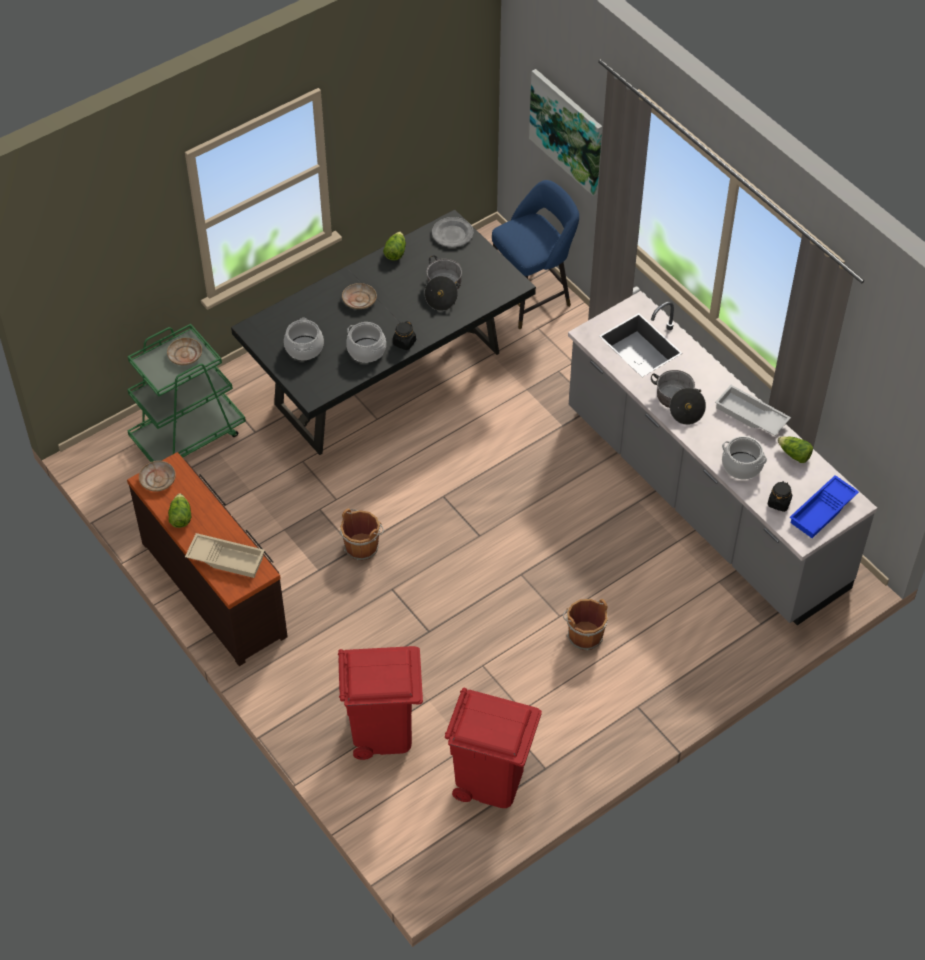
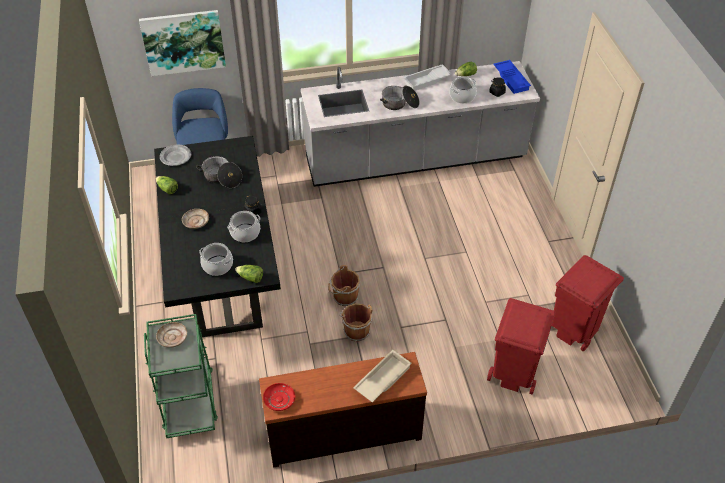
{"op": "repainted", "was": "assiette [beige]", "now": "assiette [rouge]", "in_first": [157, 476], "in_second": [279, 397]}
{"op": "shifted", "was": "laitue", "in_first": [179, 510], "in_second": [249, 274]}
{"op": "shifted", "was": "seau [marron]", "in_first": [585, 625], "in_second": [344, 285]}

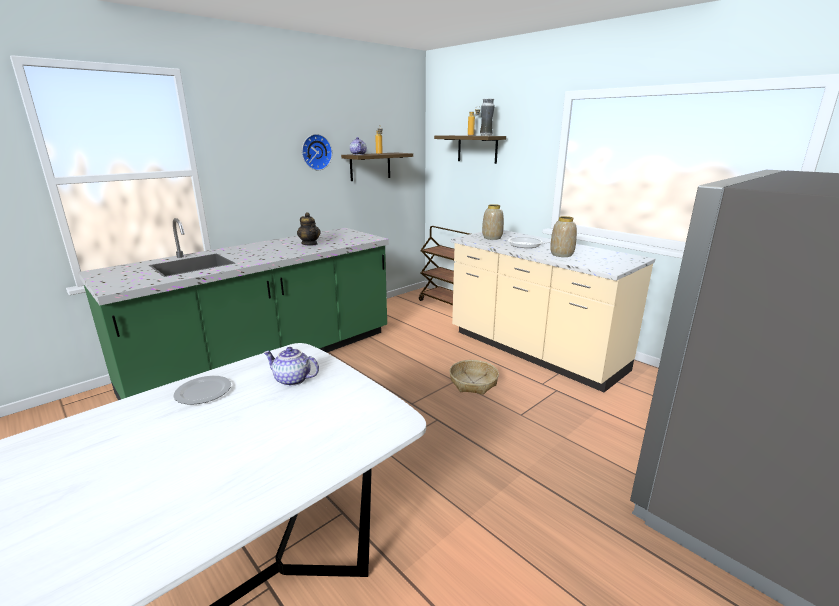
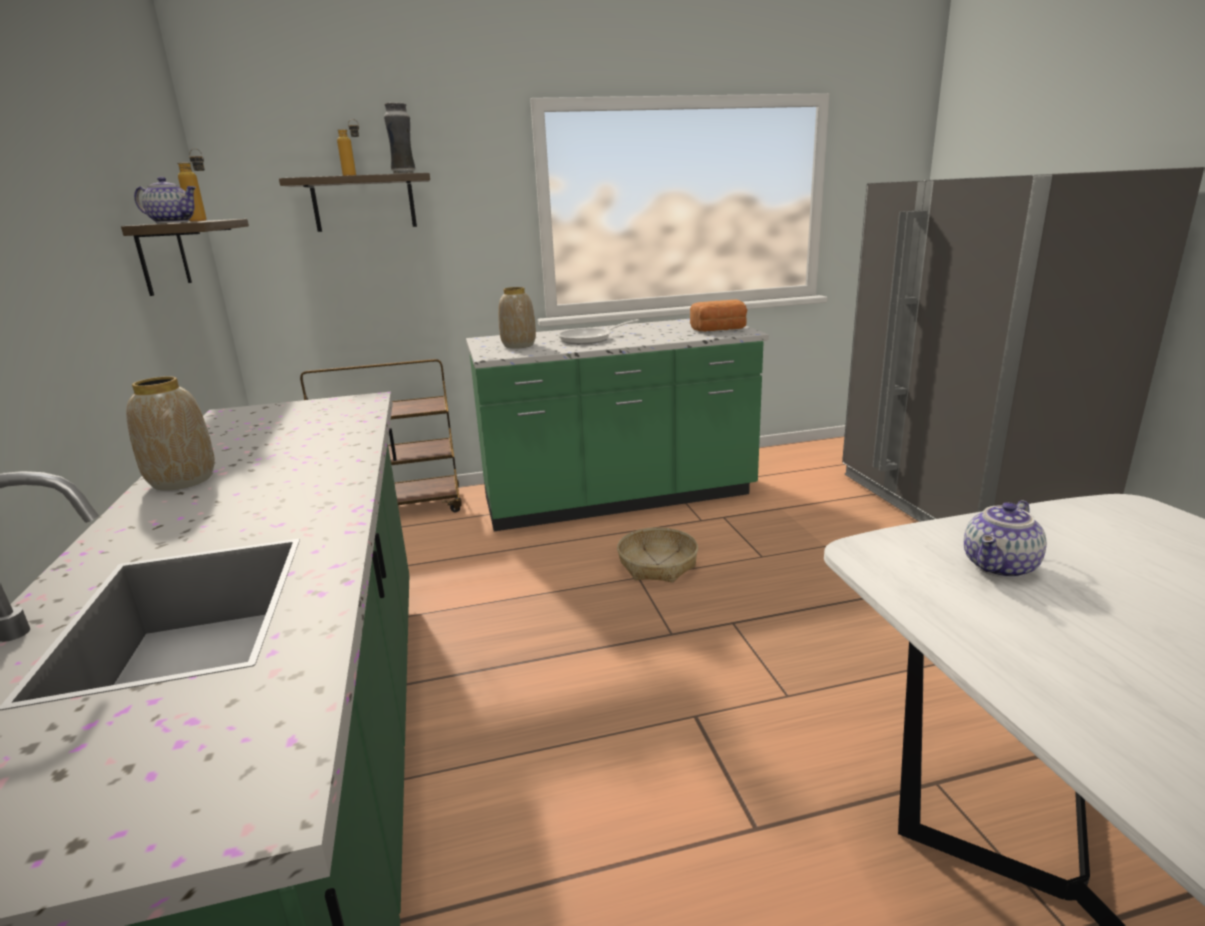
{"op": "gone", "was": "horloge murale", "in_first": [317, 152]}
{"op": "gone", "was": "théière", "in_first": [309, 229]}
{"op": "shifted", "was": "vase", "in_first": [563, 236], "in_second": [170, 433]}
{"op": "repainted", "was": "comptoir de cuisine [beige]", "now": "comptoir de cuisine [vert]", "in_first": [553, 311], "in_second": [617, 425]}
{"op": "gone", "was": "assiette", "in_first": [202, 390]}
{"op": "new", "now": "pain", "in_second": [718, 316]}

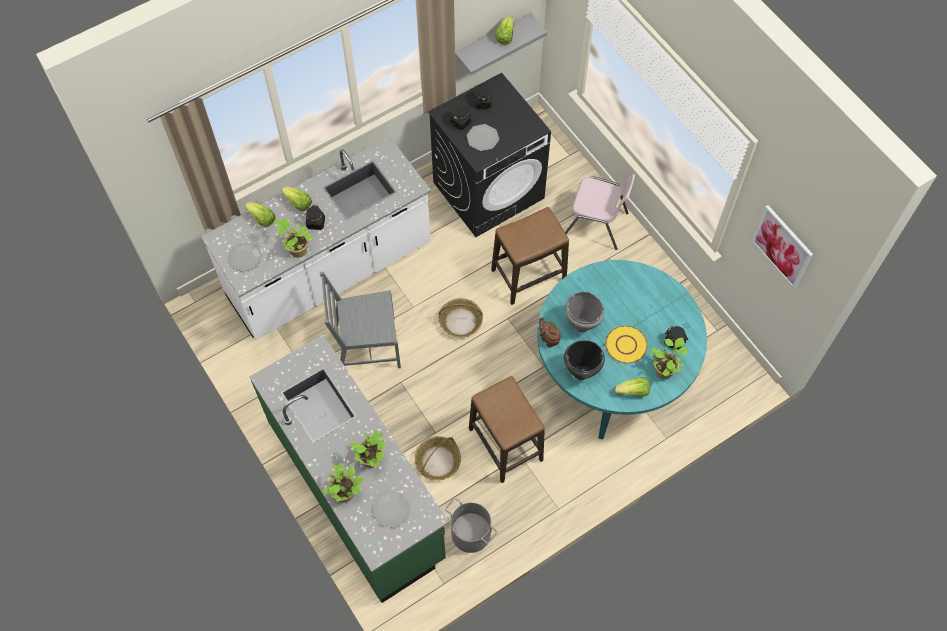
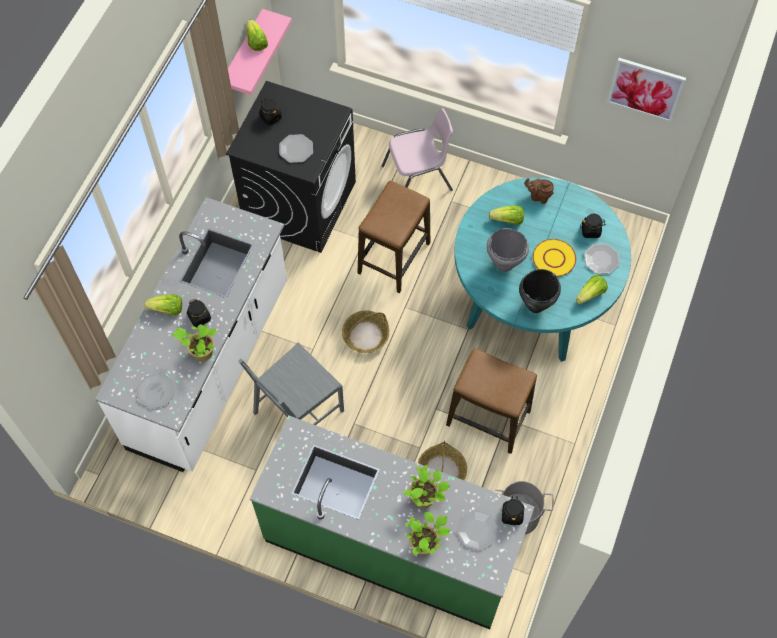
{"op": "repainted", "was": "étagère [gris]", "now": "étagère [rose]", "in_first": [501, 44], "in_second": [260, 52]}
{"op": "shifted", "was": "bocal [noir]", "in_first": [461, 118], "in_second": [513, 510]}
{"op": "shifted", "was": "laitue", "in_first": [260, 214], "in_second": [506, 215]}
{"op": "shifted", "was": "théière [marron]", "in_first": [550, 332], "in_second": [539, 191]}
{"op": "swapped", "was": "plante en pot", "now": "assiette", "in_first": [669, 358], "in_second": [602, 259]}

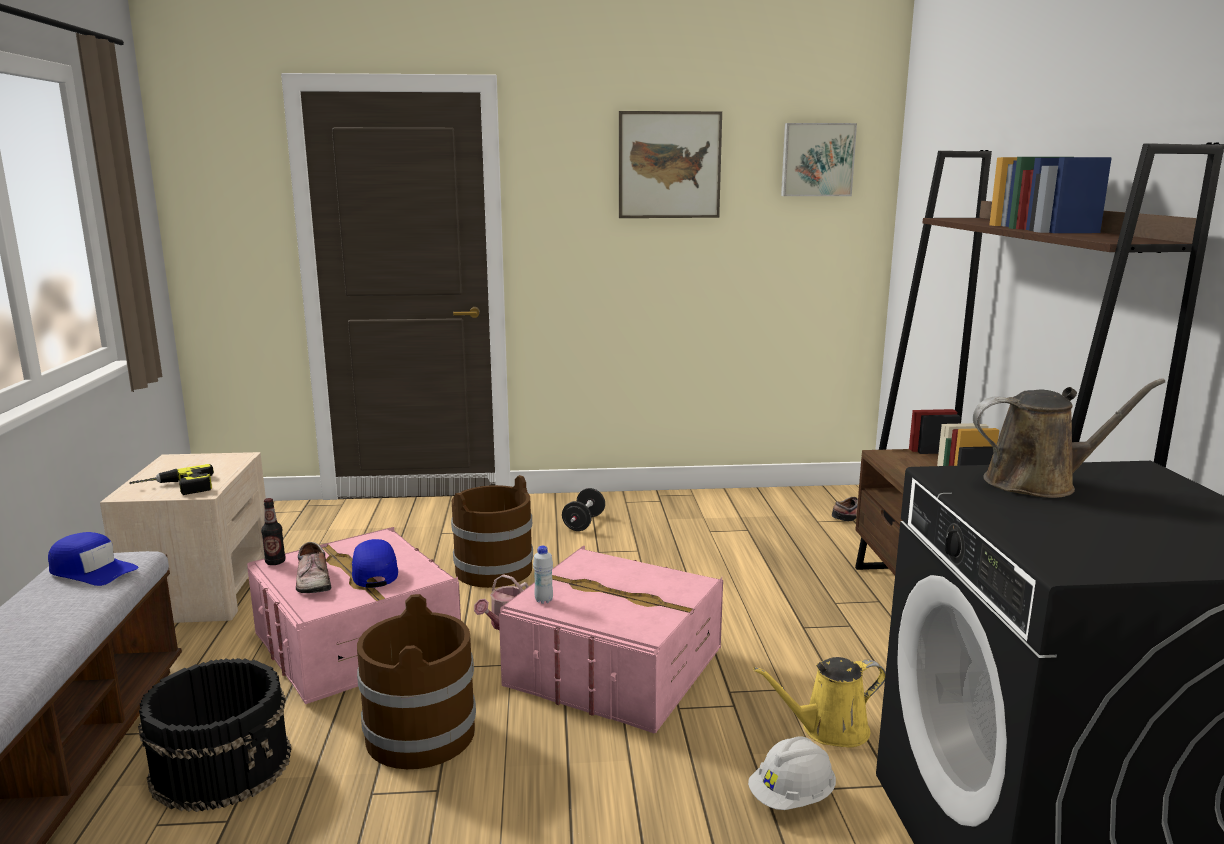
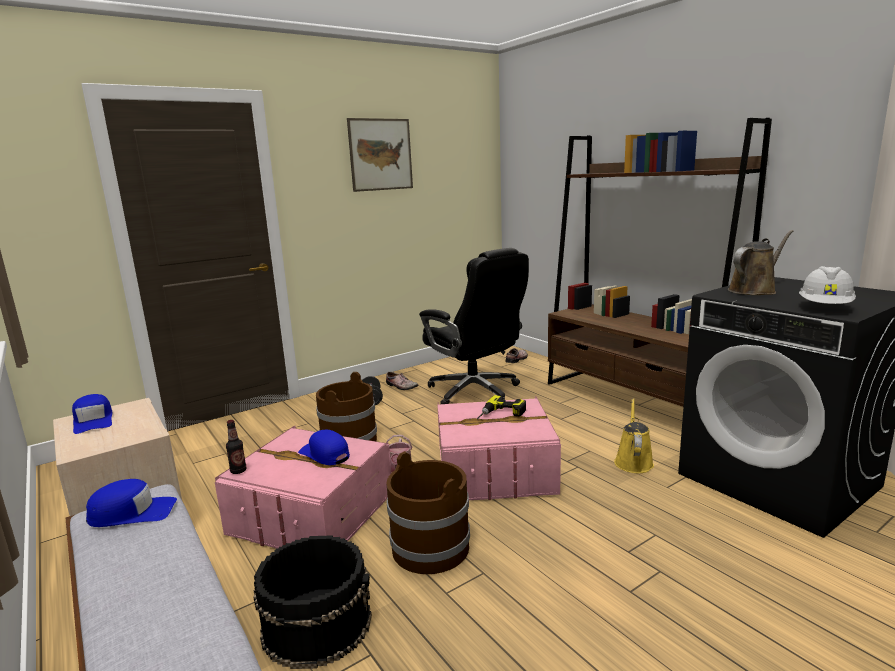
{"op": "gone", "was": "tableau", "in_first": [819, 159]}
{"op": "shifted", "was": "perceuse", "in_first": [171, 479], "in_second": [501, 407]}
{"op": "shifted", "was": "chaussure", "in_first": [313, 567], "in_second": [402, 381]}
{"op": "gone", "was": "bouteille [blanc]", "in_first": [543, 575]}
{"op": "rotated", "was": "arrosoir [jaune]", "in_first": [819, 702], "in_second": [634, 435], "clockwise": 150}
{"op": "shifted", "was": "casque de chantier [blanc]", "in_first": [792, 773], "in_second": [827, 285]}
{"op": "new", "now": "chaise de bureau [noir]", "in_second": [474, 326]}
{"op": "new", "now": "casquette [bleu]", "in_second": [92, 414]}

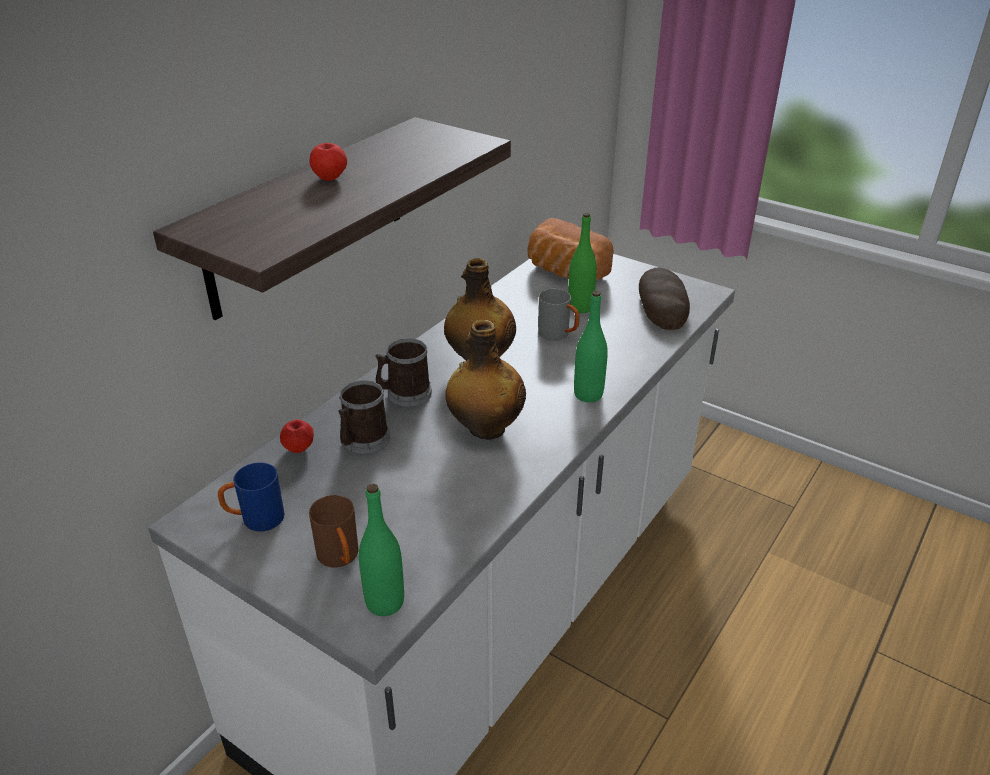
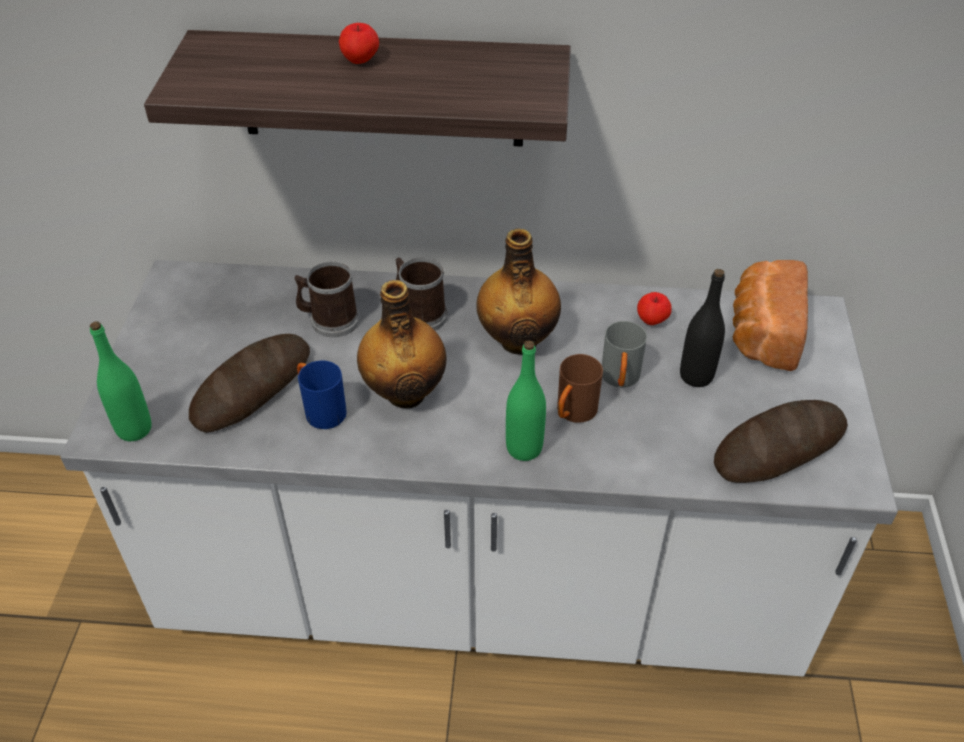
{"op": "repainted", "was": "bouteille [vert]", "now": "bouteille [noir]", "in_first": [582, 263], "in_second": [702, 328]}
{"op": "shifted", "was": "pomme", "in_first": [297, 436], "in_second": [654, 308]}
{"op": "shifted", "was": "mug [bleu]", "in_first": [251, 497], "in_second": [322, 395]}
{"op": "shifted", "was": "mug [marron]", "in_first": [334, 531], "in_second": [580, 388]}
{"op": "new", "now": "pain", "in_second": [249, 383]}

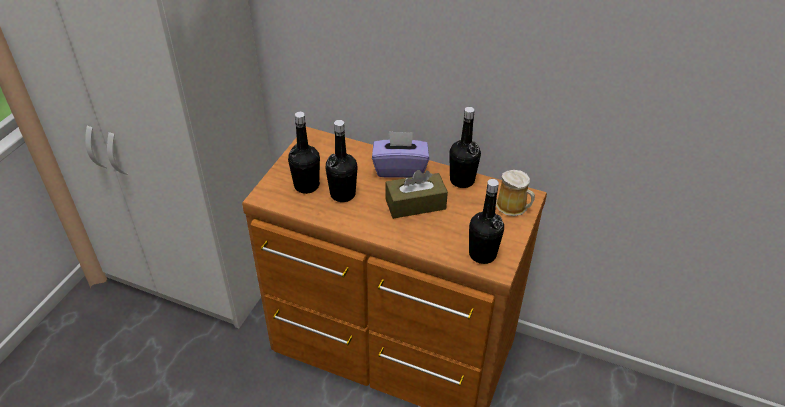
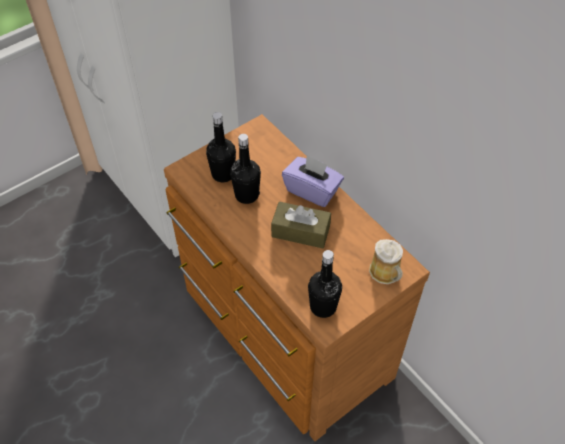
{"op": "gone", "was": "bouteille [noir]", "in_first": [465, 147]}

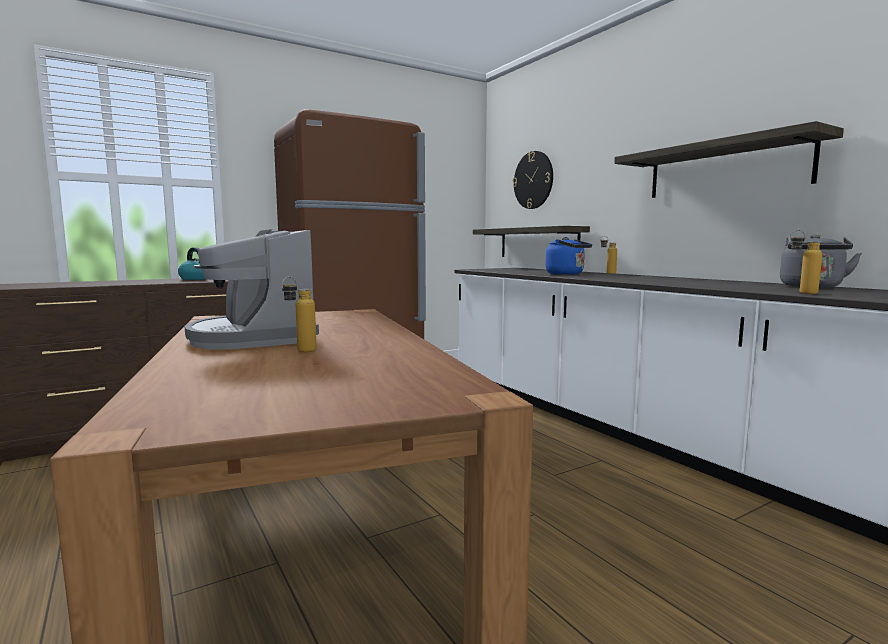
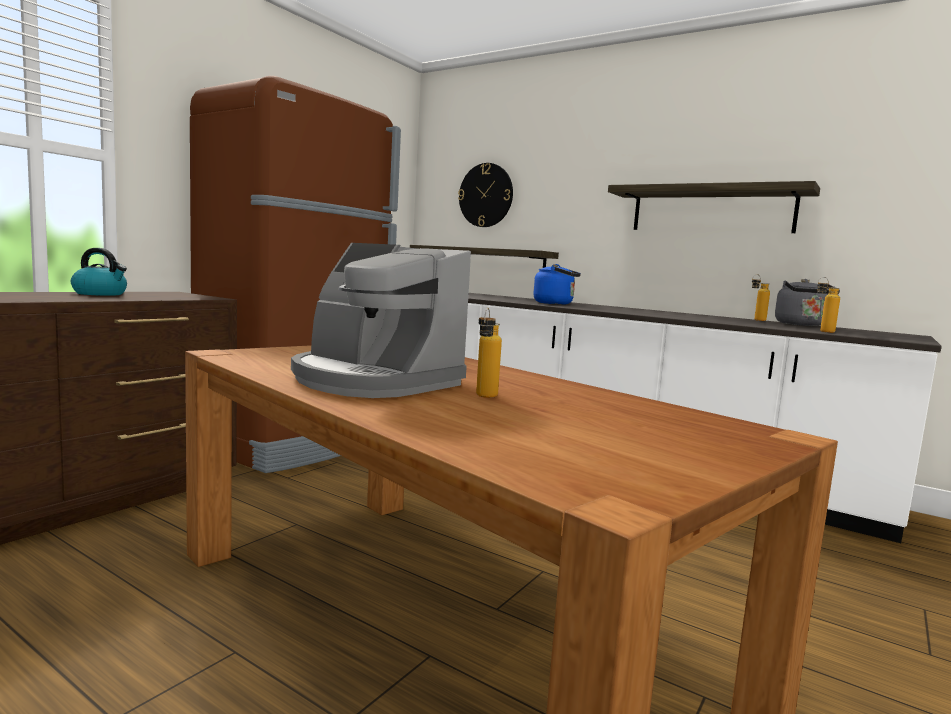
{"op": "shifted", "was": "bouteille", "in_first": [608, 255], "in_second": [761, 297]}

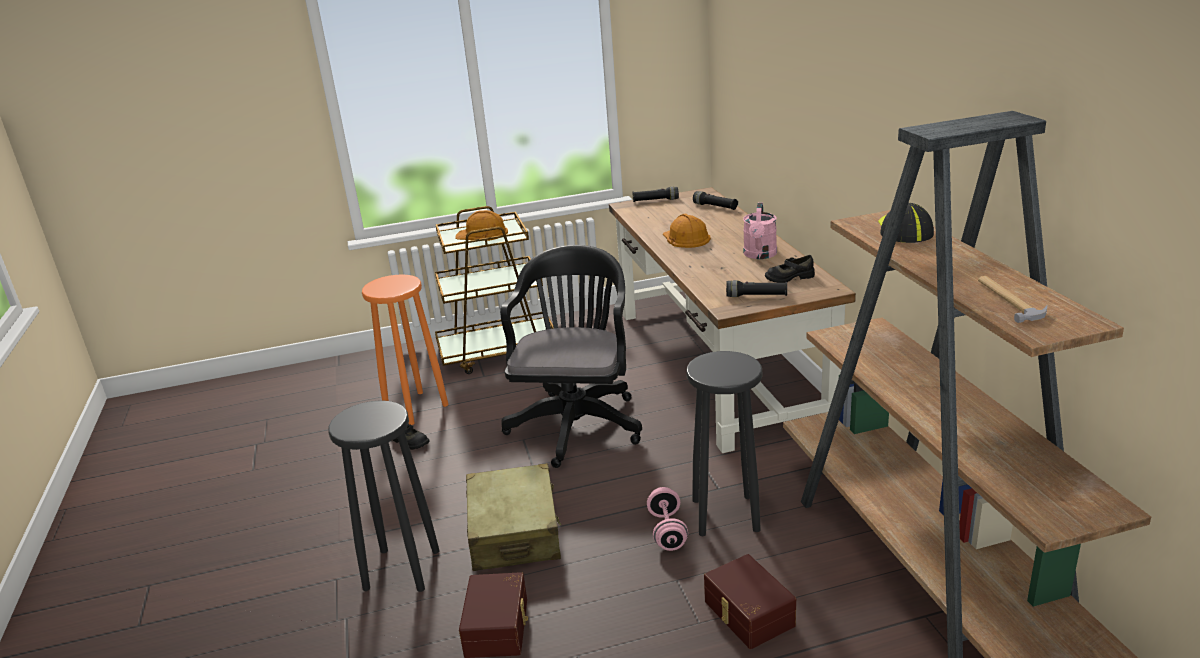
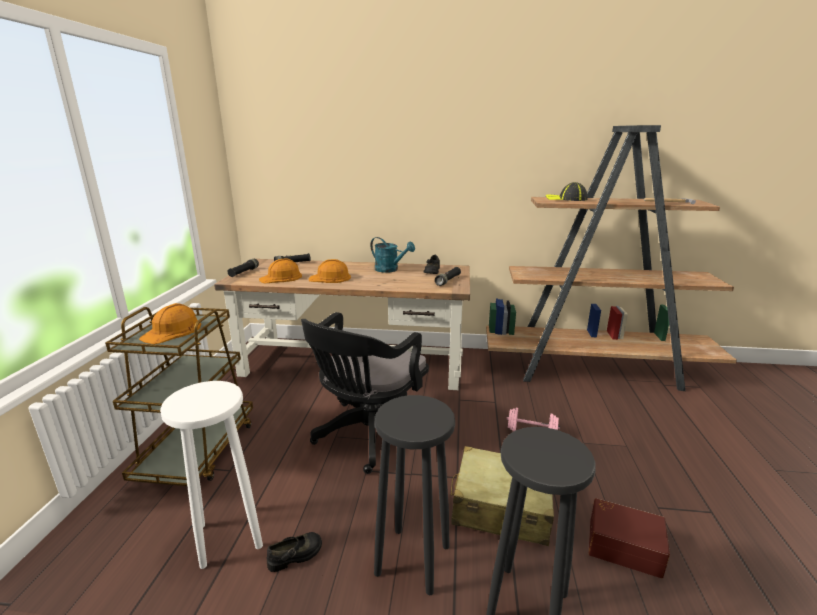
{"op": "repainted", "was": "arrosoir [rose]", "now": "arrosoir [turquoise]", "in_first": [760, 231], "in_second": [392, 255]}
{"op": "rotated", "was": "chaise de bureau [noir]", "in_first": [571, 356], "in_second": [365, 393], "clockwise": -90}
{"op": "repainted", "was": "tabouret [orange]", "now": "tabouret [blanc]", "in_first": [405, 349], "in_second": [211, 475]}
{"op": "shifted", "was": "tabouret [noir]", "in_first": [724, 443], "in_second": [414, 495]}
{"op": "gone", "was": "boîte de rangement [marron]", "in_first": [750, 601]}
{"op": "new", "now": "casque de chantier [orange]", "in_second": [280, 270]}

